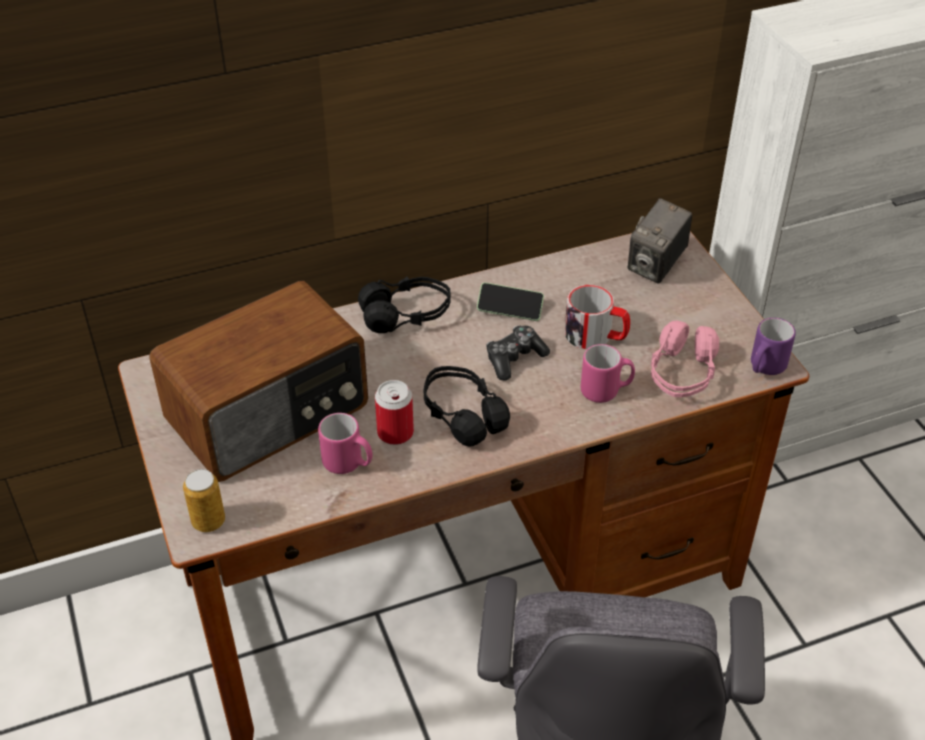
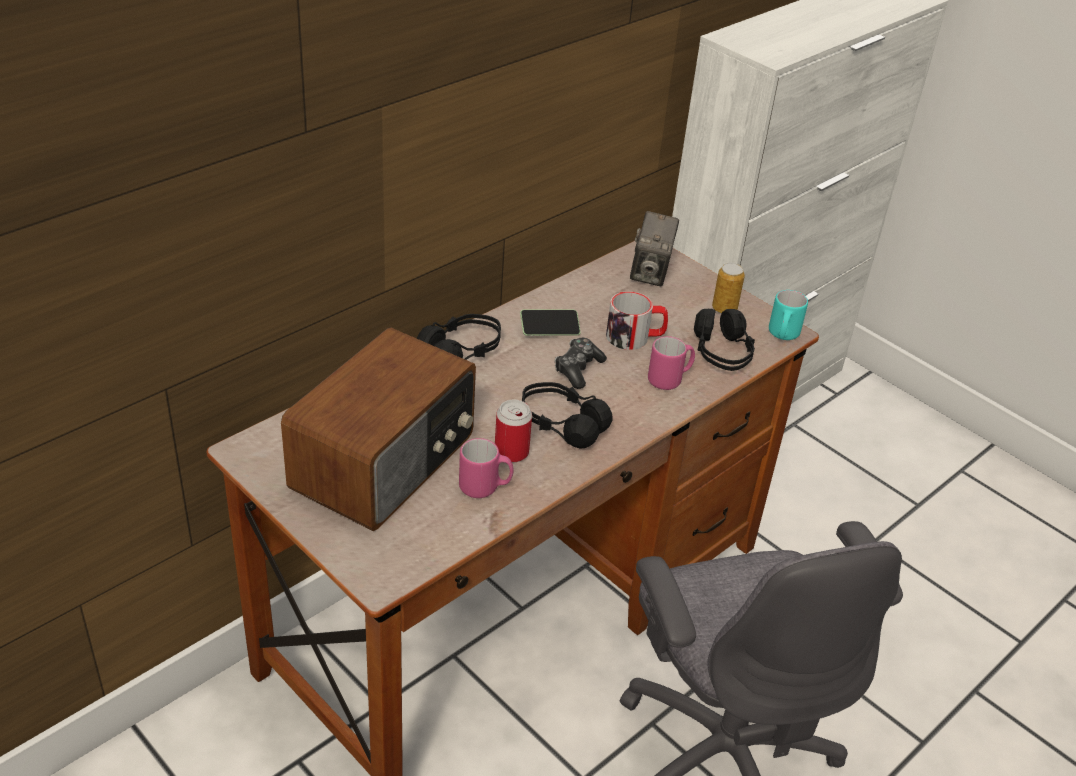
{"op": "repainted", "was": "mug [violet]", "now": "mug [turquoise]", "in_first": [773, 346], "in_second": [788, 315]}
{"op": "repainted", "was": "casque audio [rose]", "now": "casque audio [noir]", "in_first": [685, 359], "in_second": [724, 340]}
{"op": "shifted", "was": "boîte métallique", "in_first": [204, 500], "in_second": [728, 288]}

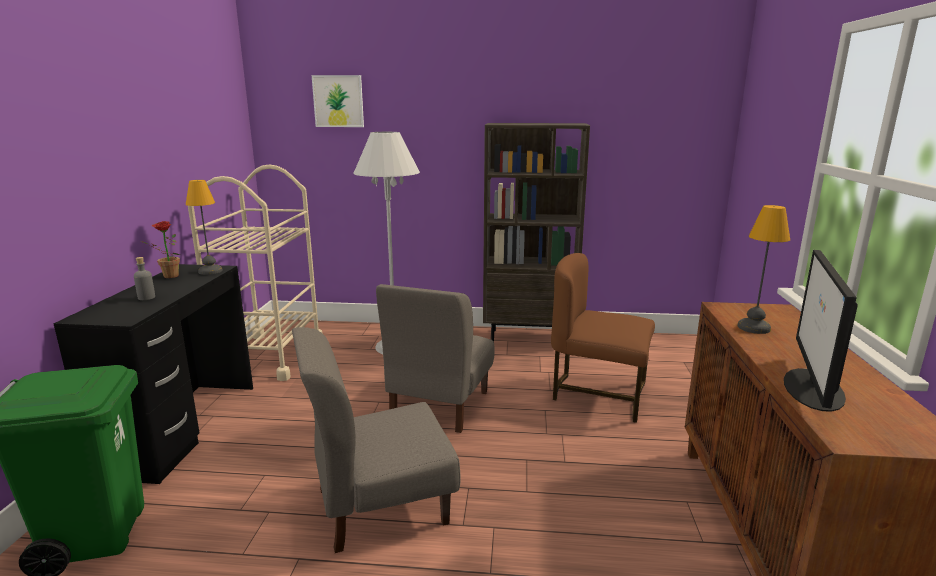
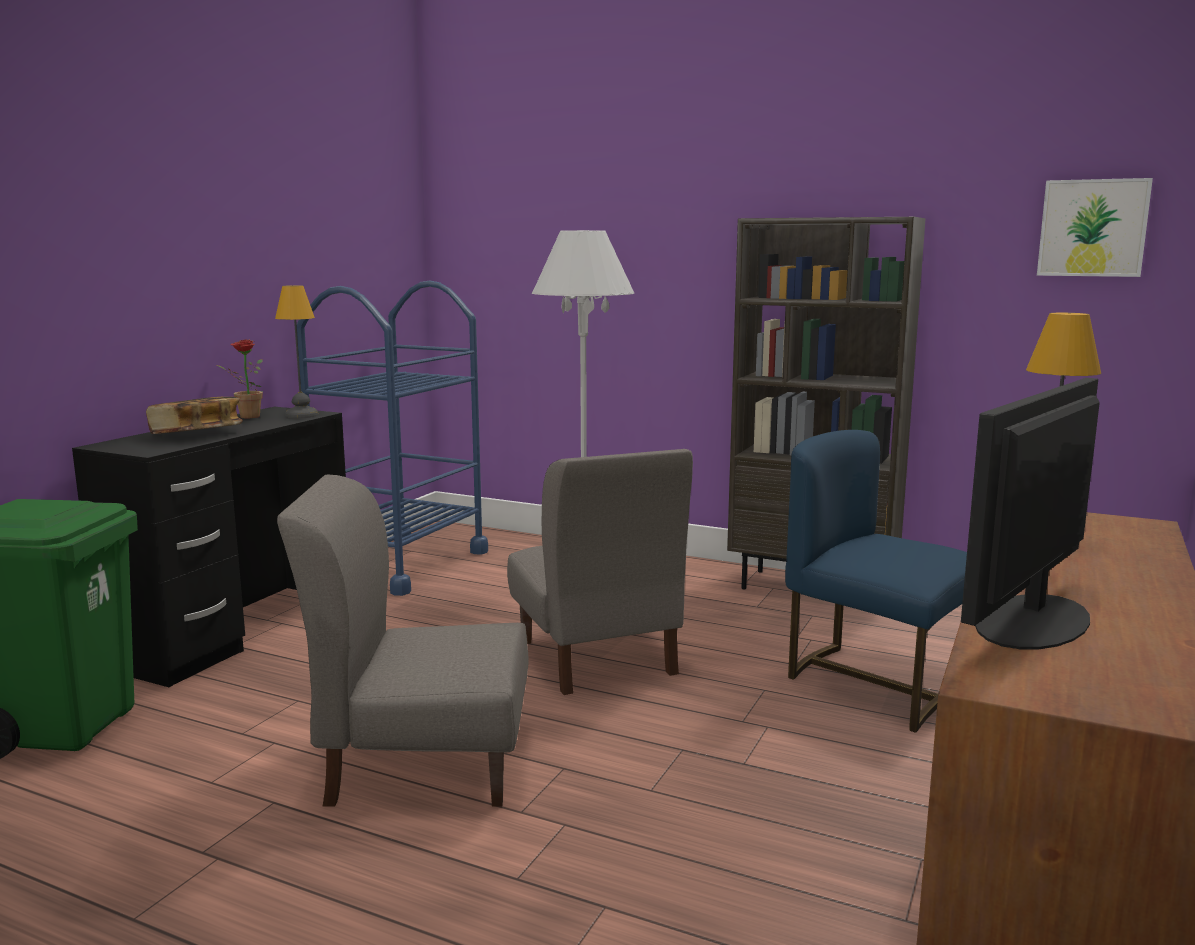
{"op": "shifted", "was": "tableau", "in_first": [338, 101], "in_second": [1095, 227]}
{"op": "repainted", "was": "chariot [beige]", "now": "chariot [bleu]", "in_first": [255, 272], "in_second": [392, 438]}
{"op": "repainted", "was": "chaise [marron]", "now": "chaise [bleu]", "in_first": [603, 338], "in_second": [876, 581]}
{"op": "swapped", "was": "bouteille [gris]", "now": "livre", "in_first": [144, 278], "in_second": [194, 415]}
{"op": "rotated", "was": "chaise [gris]", "in_first": [435, 358], "in_second": [600, 572], "clockwise": -60}

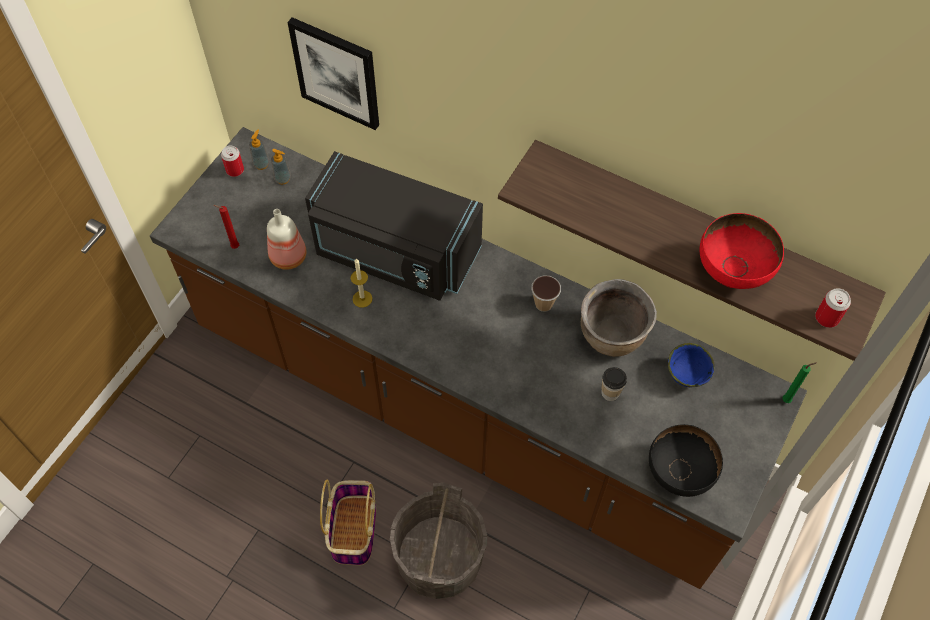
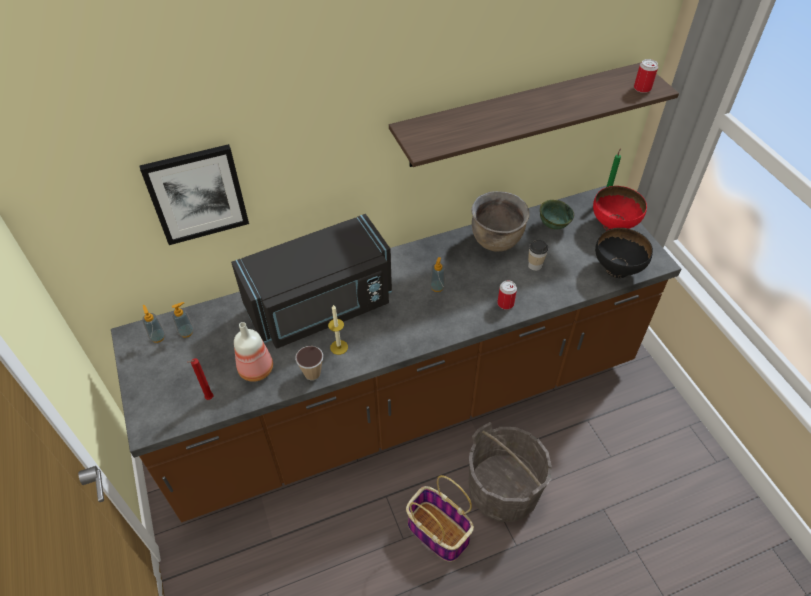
{"op": "shifted", "was": "boîte métallique", "in_first": [232, 161], "in_second": [507, 295]}
{"op": "shifted", "was": "bol [rouge]", "in_first": [741, 251], "in_second": [620, 208]}
{"op": "shifted", "was": "tasse", "in_first": [546, 293], "in_second": [309, 363]}
{"op": "repainted", "was": "bol [bleu]", "now": "bol [vert]", "in_first": [691, 365], "in_second": [557, 214]}
{"op": "new", "now": "distributeur de savon", "in_second": [437, 274]}

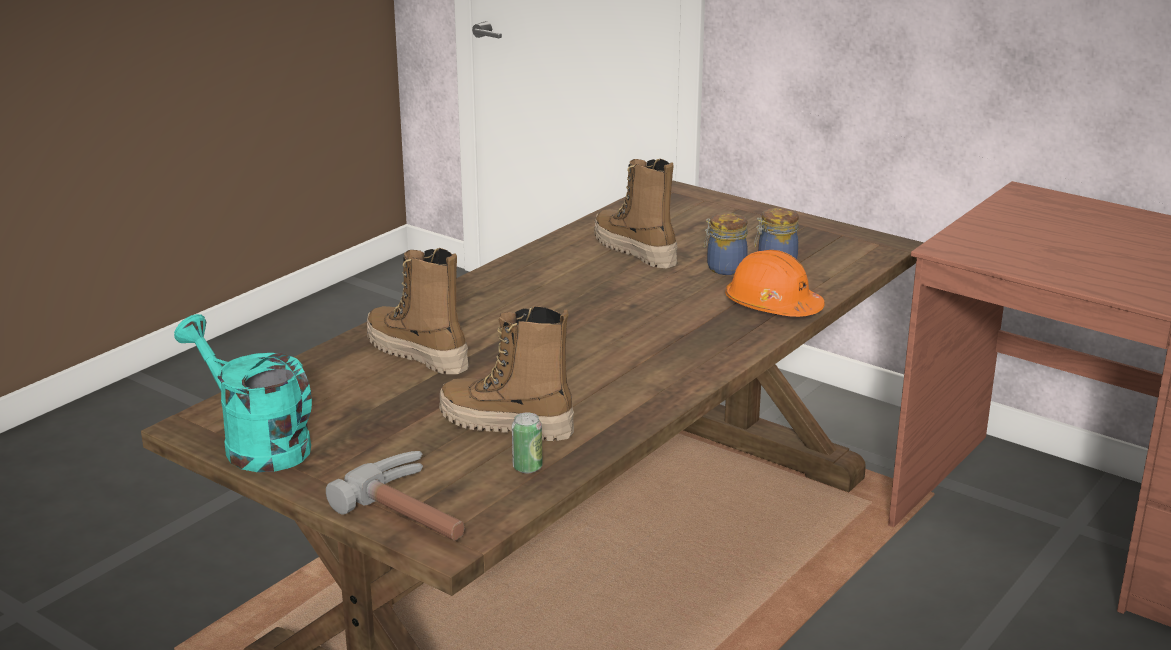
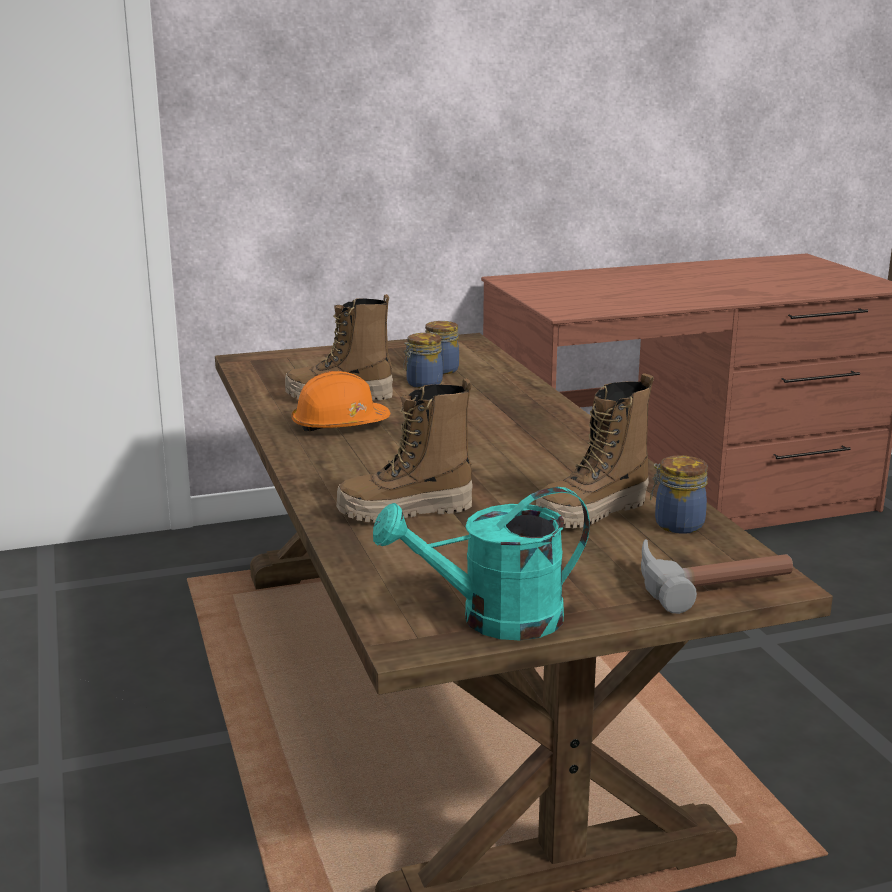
{"op": "shifted", "was": "casque de chantier [orange]", "in_first": [775, 283], "in_second": [341, 401]}
{"op": "swapped", "was": "boîte métallique", "now": "bocal", "in_first": [527, 442], "in_second": [679, 494]}

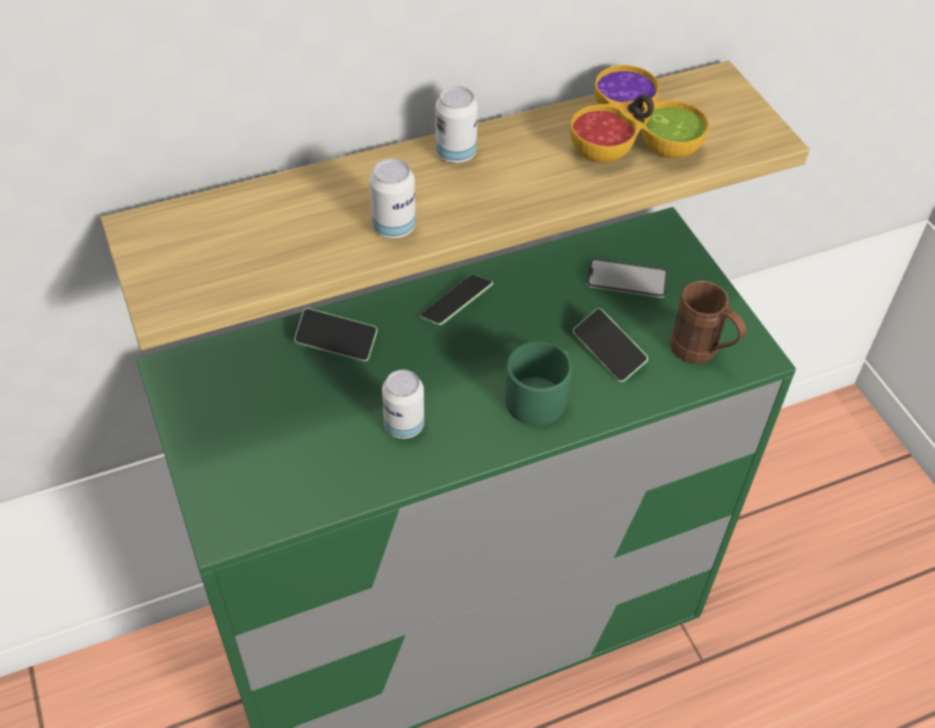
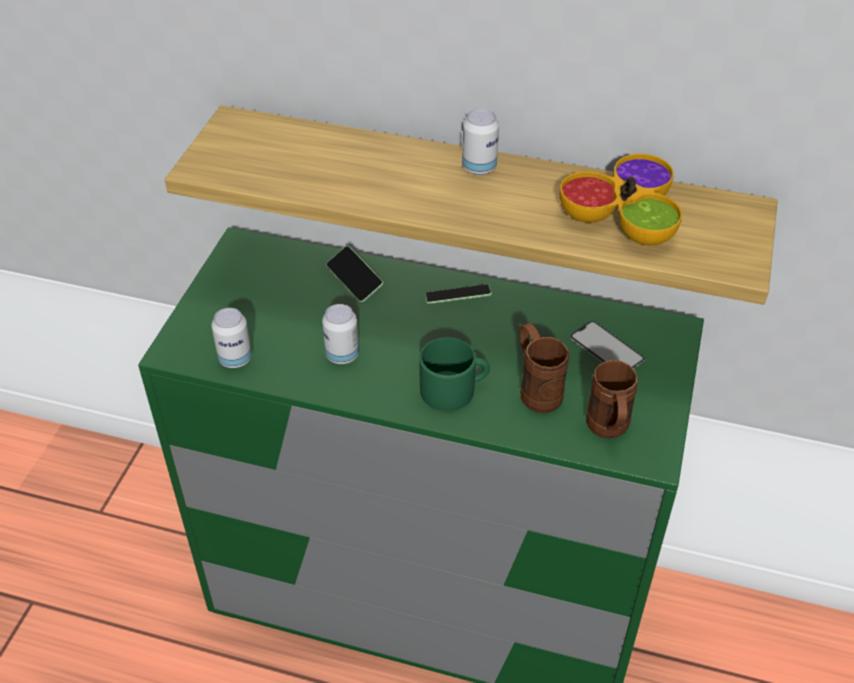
{"op": "shifted", "was": "boîte métallique", "in_first": [392, 198], "in_second": [231, 338]}
{"op": "swapped", "was": "téléphone", "now": "mug [marron]", "in_first": [610, 345], "in_second": [544, 368]}

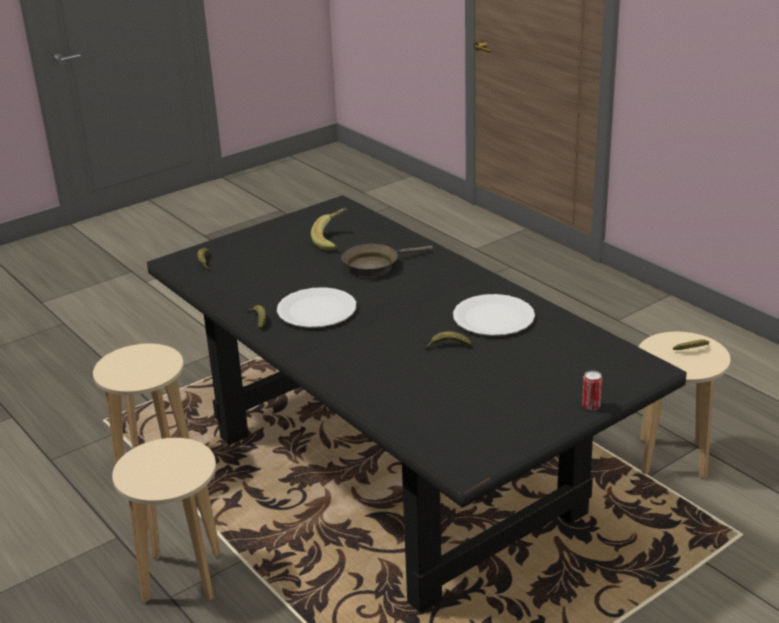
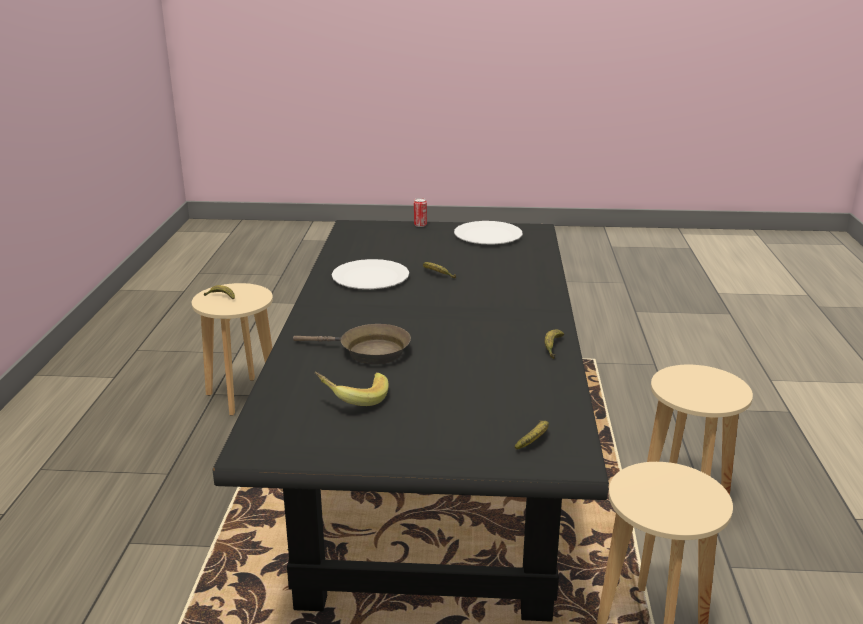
{"op": "shifted", "was": "assiette [blanc]", "in_first": [316, 307], "in_second": [488, 233]}

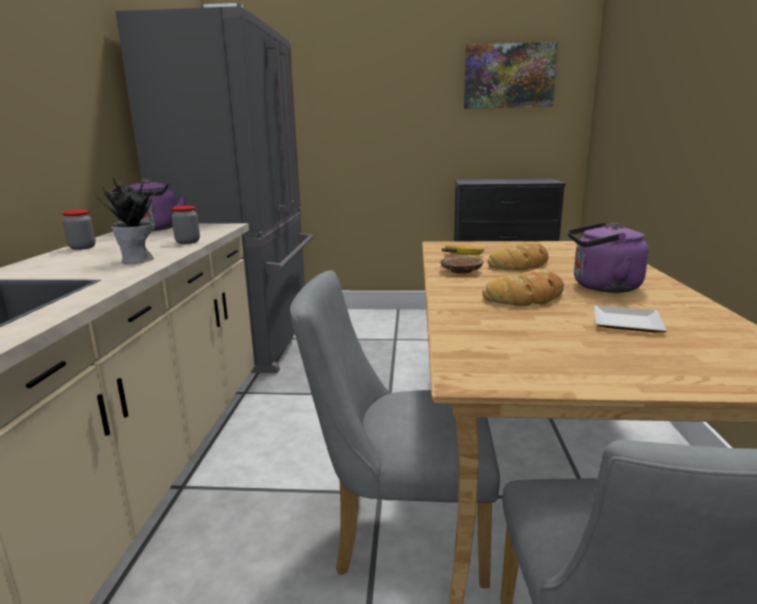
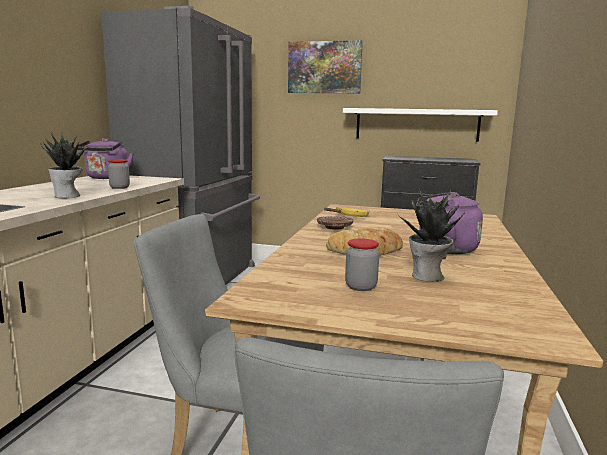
{"op": "shifted", "was": "tableau", "in_first": [511, 75], "in_second": [325, 66]}
{"op": "shifted", "was": "bocal", "in_first": [79, 230], "in_second": [362, 264]}
{"op": "gone", "was": "pain", "in_first": [518, 255]}
{"op": "swapped", "was": "assiette", "now": "plante en pot", "in_first": [630, 318], "in_second": [431, 235]}
{"op": "new", "now": "étagère [blanc]", "in_second": [420, 125]}

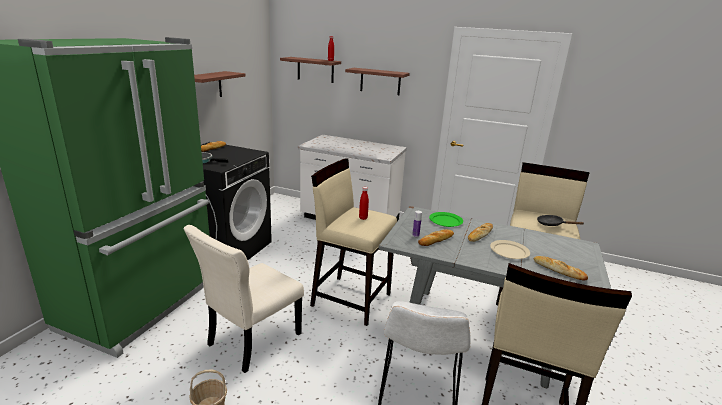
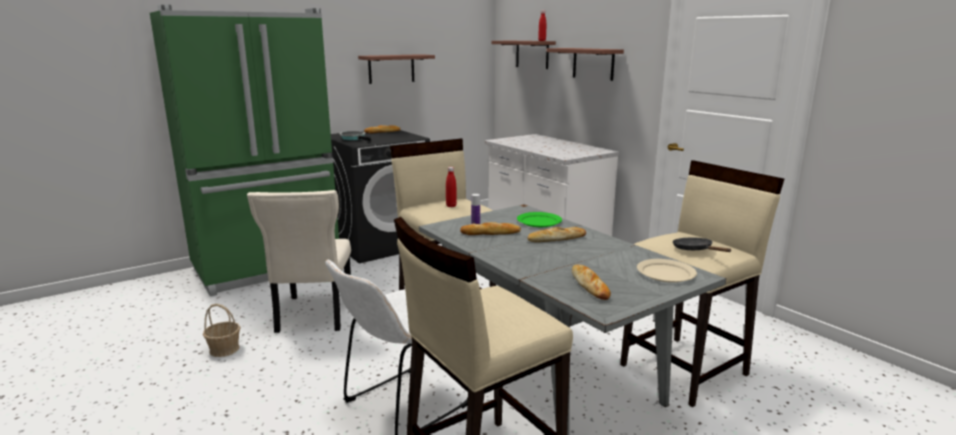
{"op": "rotated", "was": "chaise [beige]", "in_first": [244, 299], "in_second": [299, 261], "clockwise": -75}
{"op": "shifted", "was": "assiette [beige]", "in_first": [510, 249], "in_second": [667, 271]}

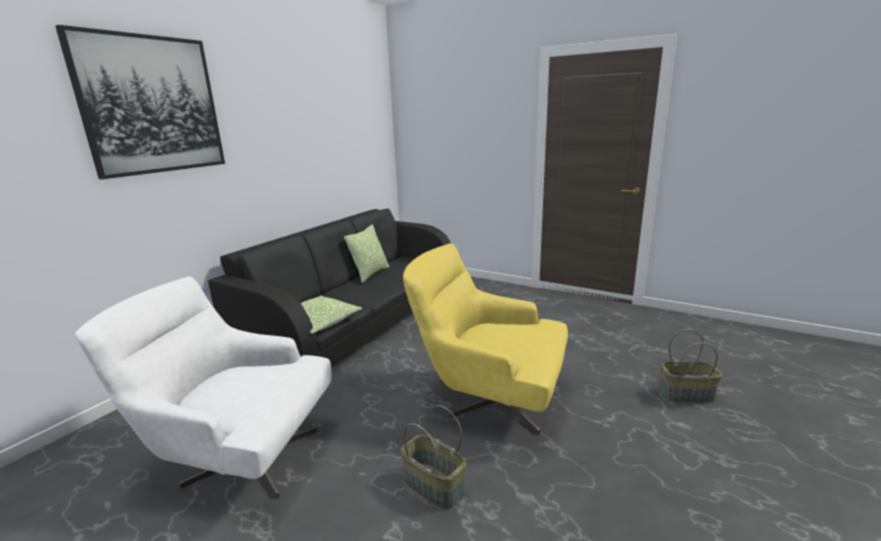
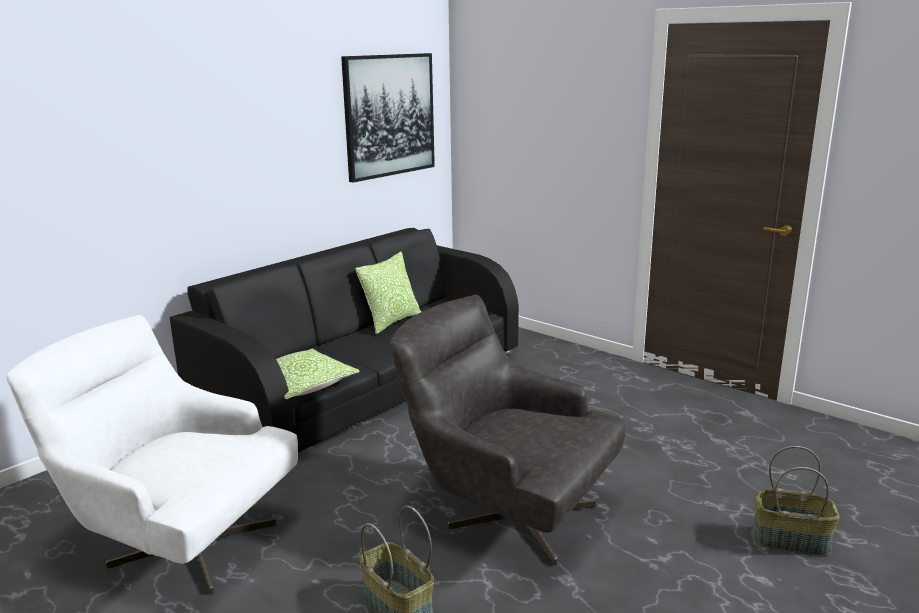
{"op": "shifted", "was": "tableau", "in_first": [140, 102], "in_second": [388, 118]}
{"op": "repainted", "was": "fauteuil [jaune]", "now": "fauteuil [gris]", "in_first": [485, 338], "in_second": [507, 430]}

